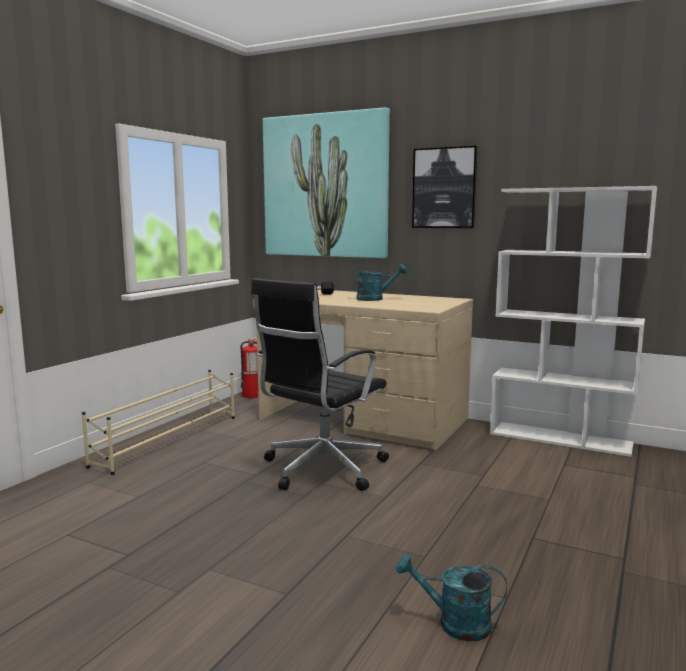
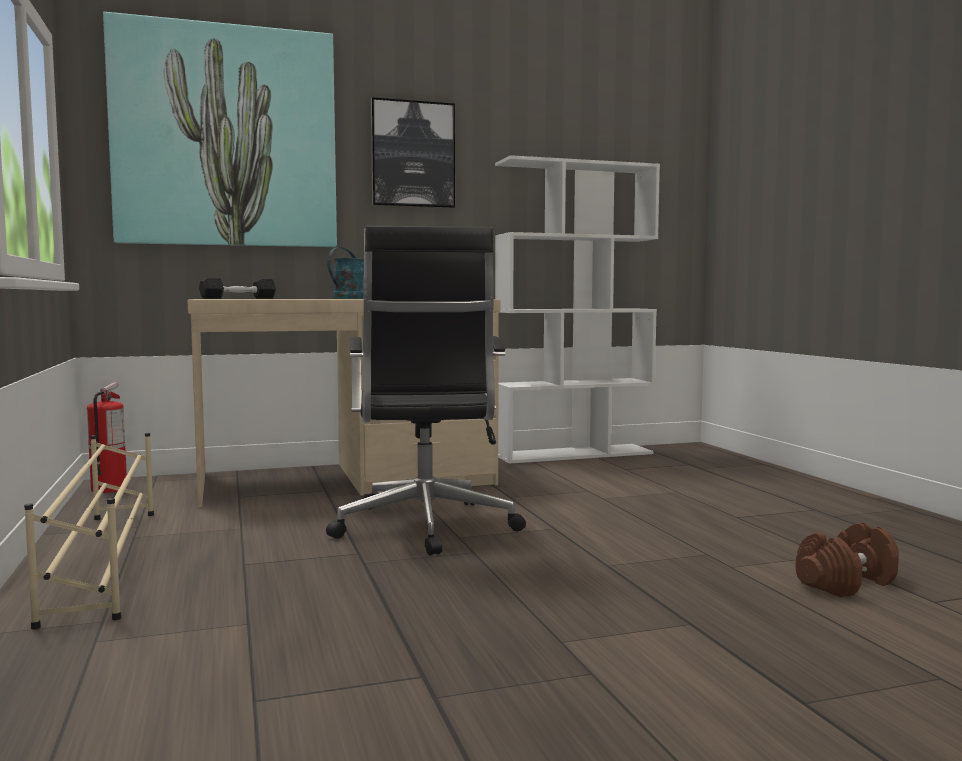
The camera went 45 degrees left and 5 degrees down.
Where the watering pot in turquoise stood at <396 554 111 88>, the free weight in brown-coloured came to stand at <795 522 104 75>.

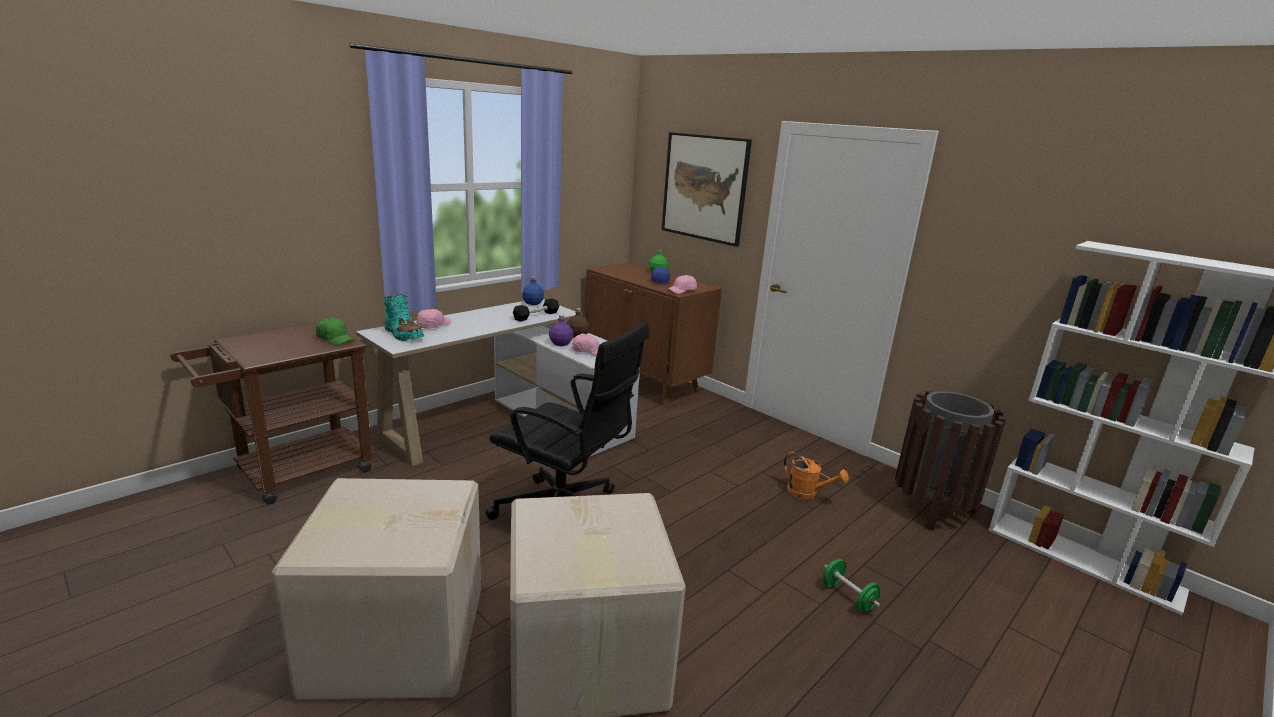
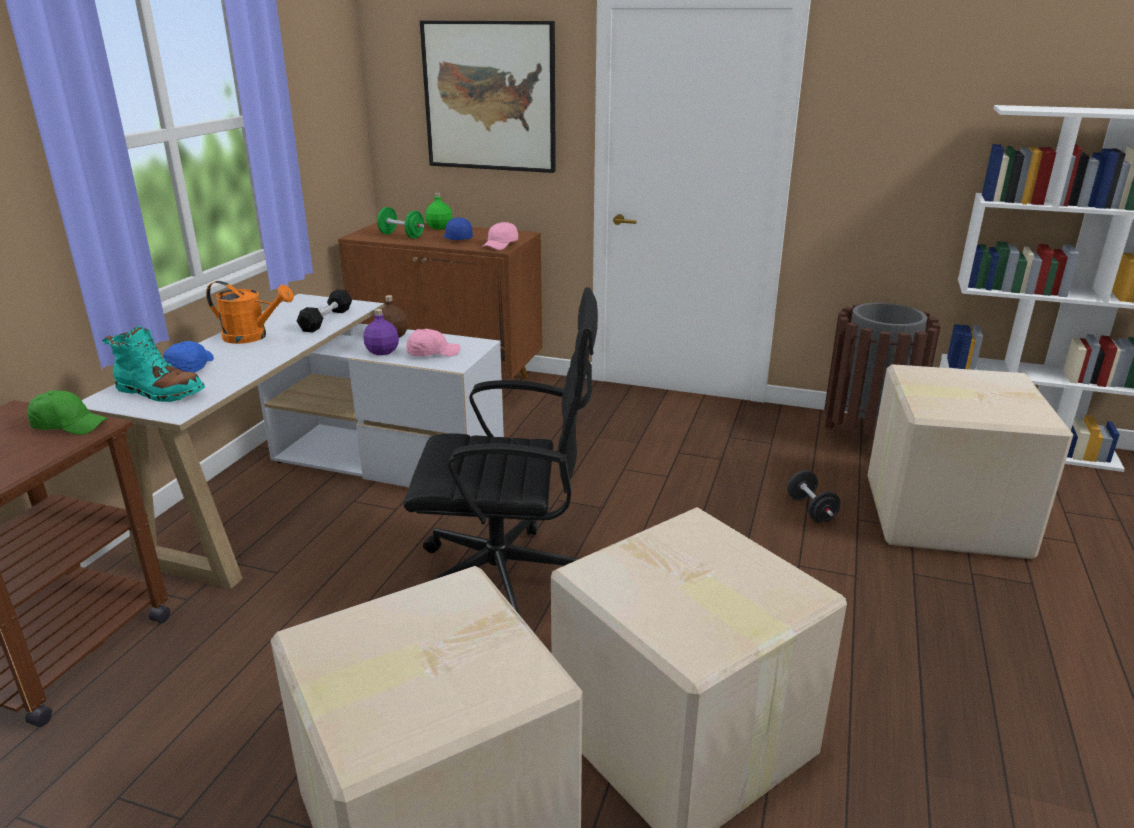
The camera went 25 degrees left and 5 degrees up.
What was the baseball cap in pink-coloured at <416 309 35 20> turned into the baseball cap in blue at <164 341 50 32>.
The second view lost the bottle in blue at <522 276 22 29>.
The watering pot in orangey ended up elsewhere, having gone from <784 451 65 49> to <206 281 88 63>.
The free weight in green ended up elsewhere, having gone from <823 559 57 54> to <377 207 47 32>.
The second view gained the free weight in black-coloured at <787 470 54 53>.
The second view gained the cardboard box at <867 364 207 195>.

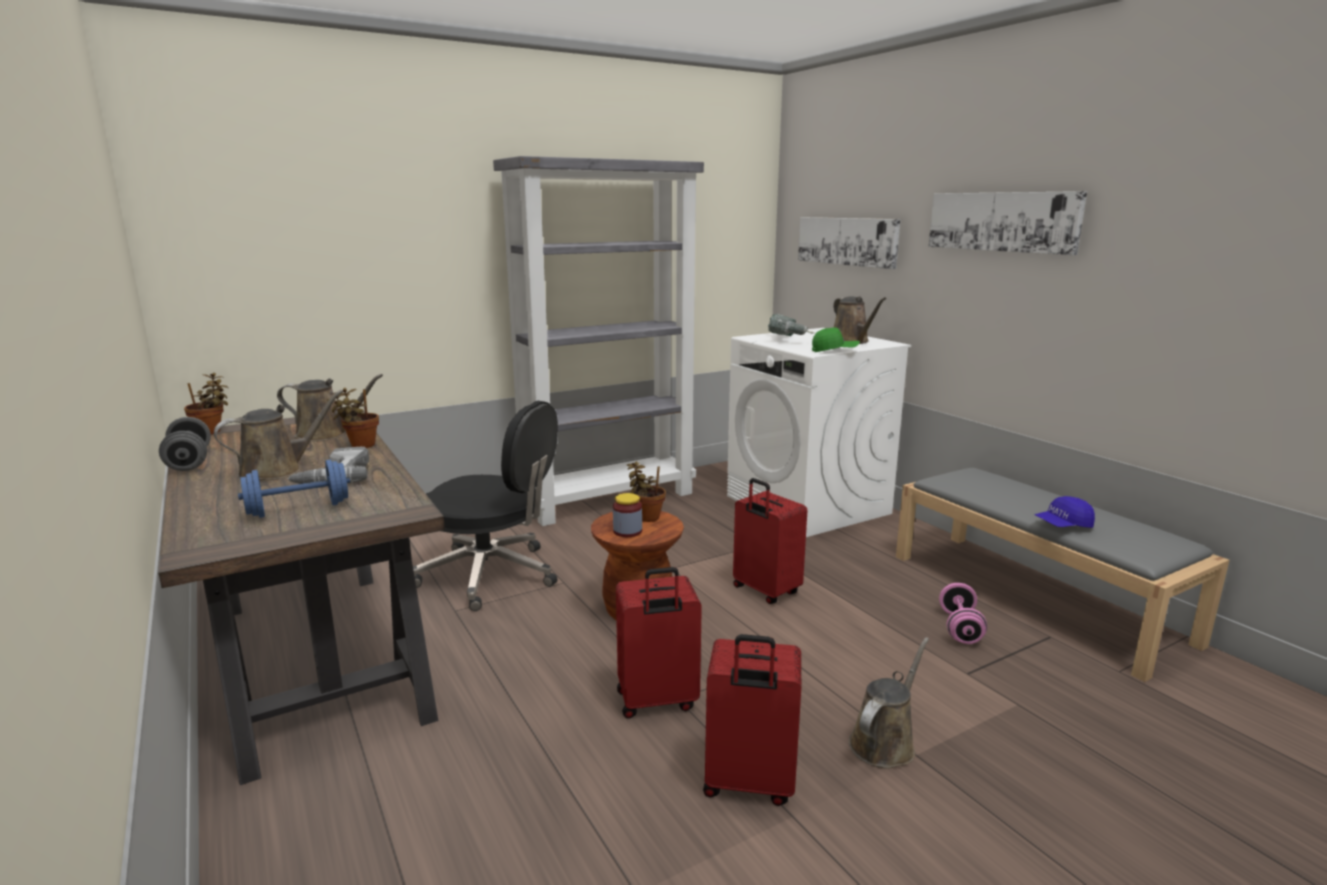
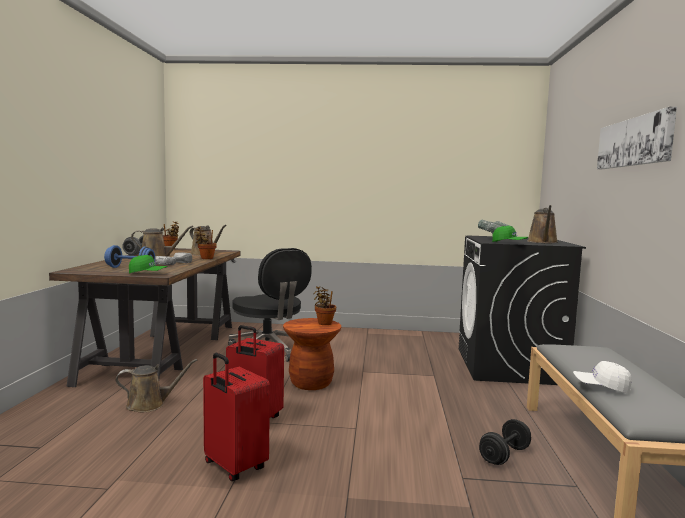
The camera went 35 degrees right and 10 degrees down.
The second view lost the bookcase in gray at <493 156 211 370>.
The second view lost the storage jar at <613 493 29 44>.
What was the laundry machine in white at <727 328 184 209> turned into the laundry machine in black-coloured at <458 235 128 150>.
The second view lost the travel case in red at <733 478 75 126>.
The second view lost the wall art at <798 217 103 52>.
The watering pot in brown-coloured ended up elsewhere, having gone from <849 637 80 132> to <116 359 81 53>.
What was the free weight in pink-coloured at <939 583 48 61> turned into the free weight in black-coloured at <479 419 52 46>.
What was the baseball cap in blue at <1034 496 61 32> turned into the baseball cap in white at <573 361 59 33>.
The second view gained the baseball cap in green at <129 255 39 19>.

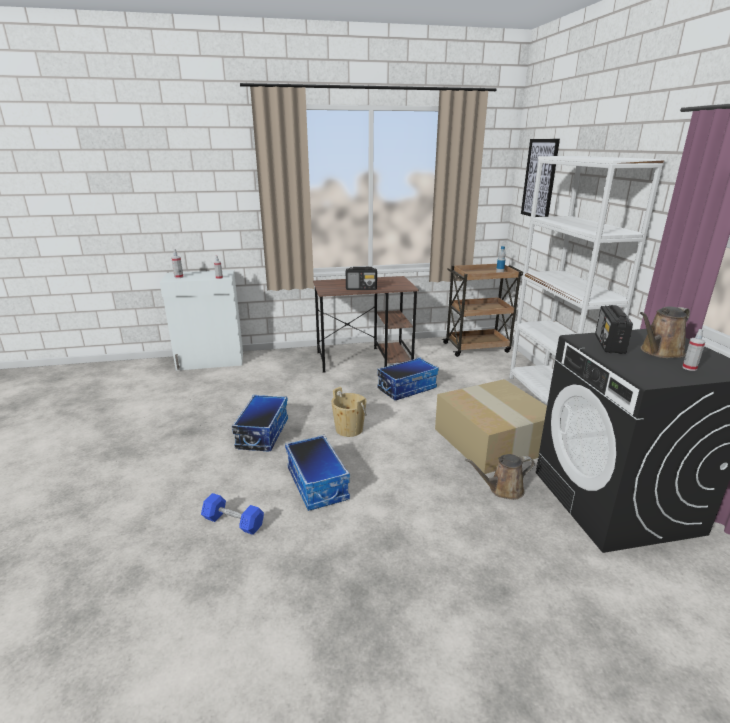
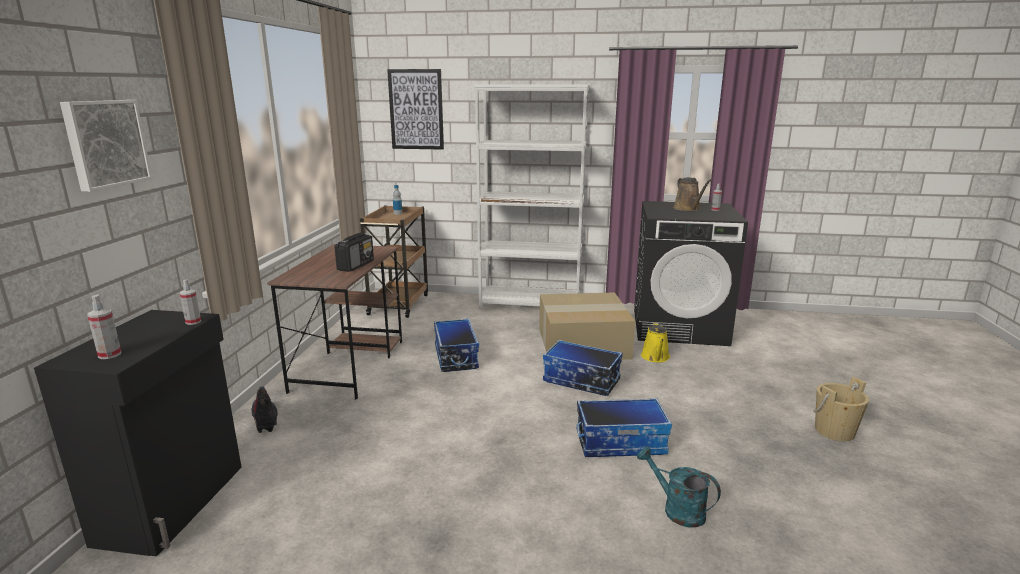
The camera went 70 degrees left and 5 degrees down.
What was the storage cabinet in white at <160 270 83 101> turned into the storage cabinet in black-coloured at <34 310 208 246>.
Where the free weight in blue stood at <201 493 63 42>, the watering pot in turquoise came to stand at <637 446 84 81>.
The storage container ended up elsewhere, having gone from <232 395 56 56> to <543 340 80 56>.
The water bucket in beige-coloured ended up elsewhere, having gone from <331 387 36 50> to <813 377 56 65>.
What was the watering pot in brown-coloured at <465 454 70 46> turned into the watering pot in yellowish at <641 322 29 40>.
The second view lost the radio set at <595 305 38 49>.
The second view gained the wall art at <60 100 92 92>.
The second view gained the boot at <252 386 26 47>.

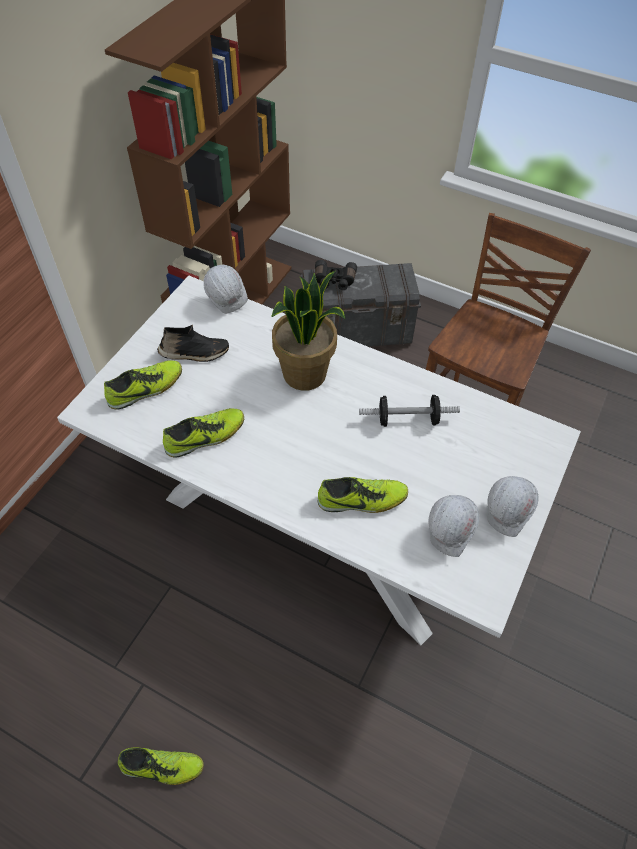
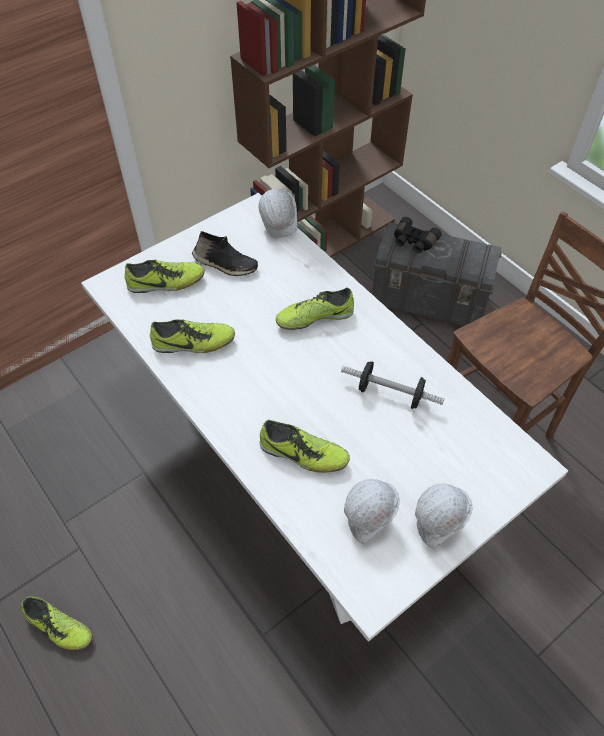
The camera went 25 degrees right and 0 degrees up.
Where the potted plant stood at <271 271 75 120>, the item of footwear came to stand at <276 287 78 43>.

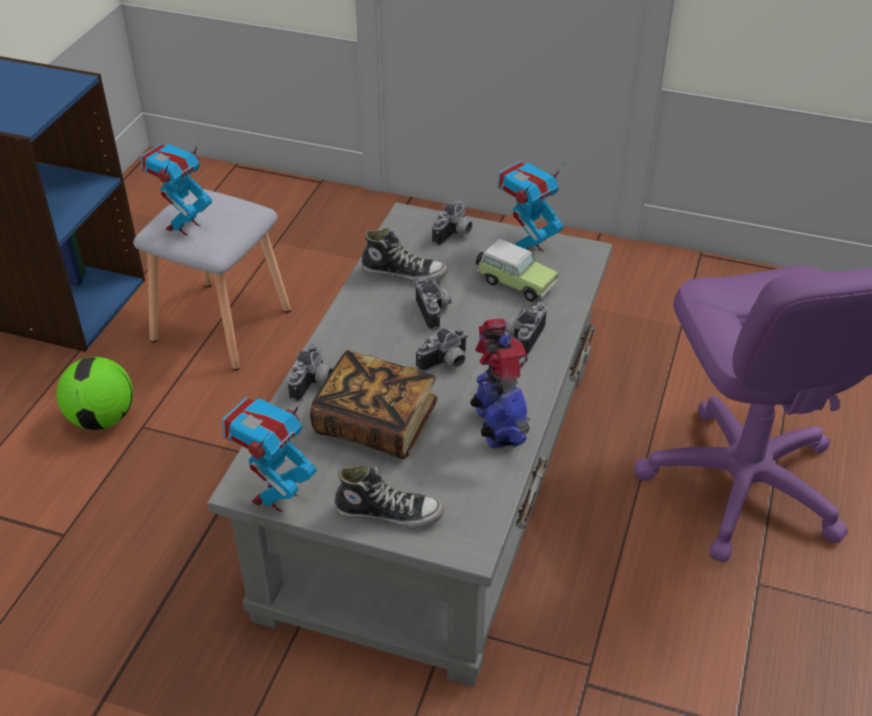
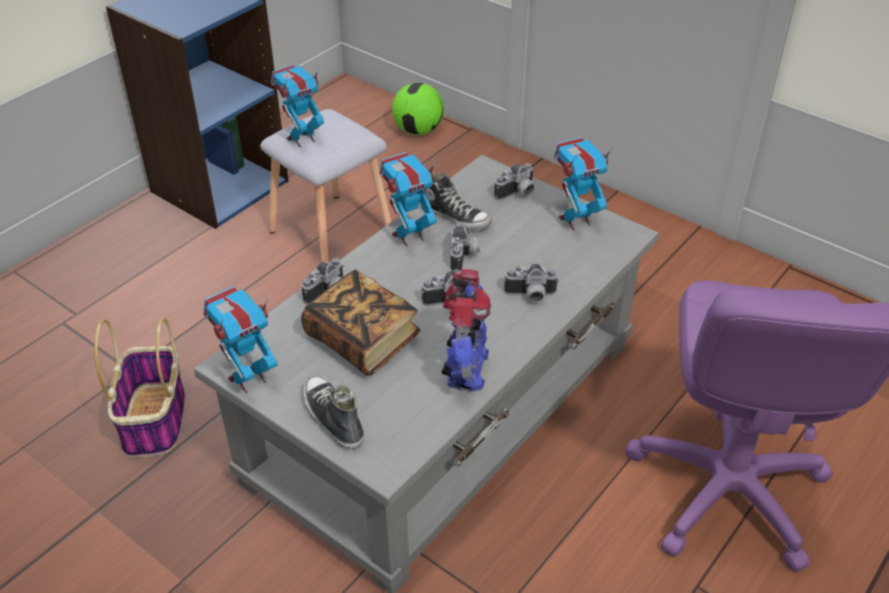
The camera went 20 degrees right and 0 degrees up.
The football ball ended up elsewhere, having gone from <56 357 77 73> to <392 83 52 52>.
The item of footwear at <334 464 110 65> ended up facing another way, 150 degrees counterclockwise from before.
The second view lost the toy car at <476 239 82 63>.
The photo camera at <505 302 42 53> ended up facing another way, 135 degrees counterclockwise from before.
The second view gained the household basket at <94 318 91 140>.
The second view gained the robot figure at <379 152 57 94>.

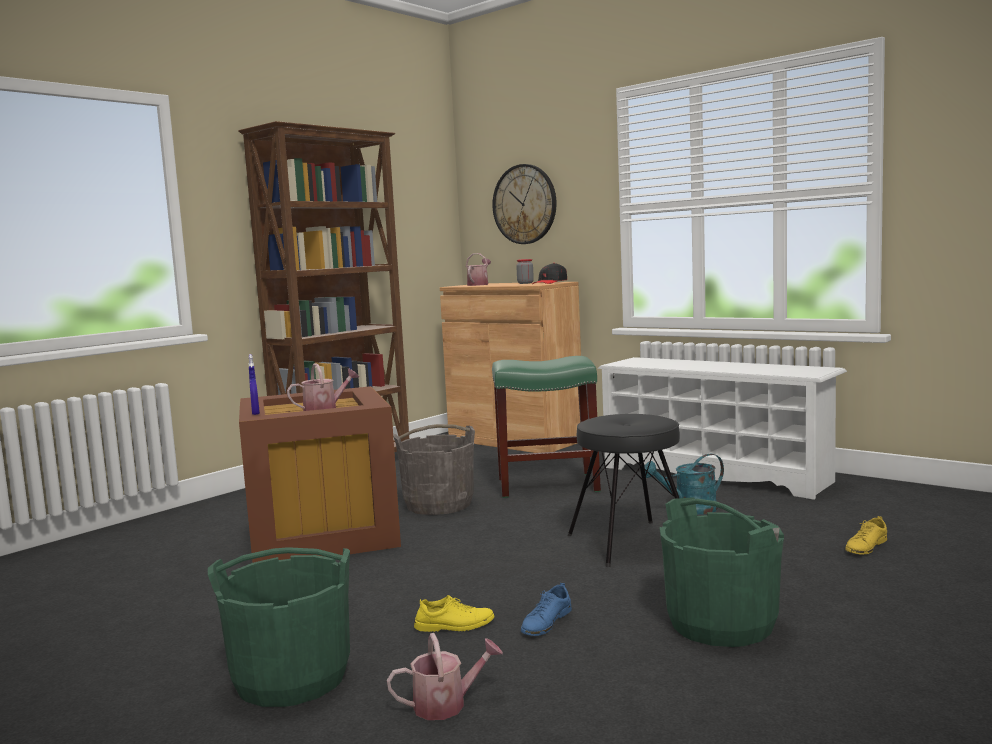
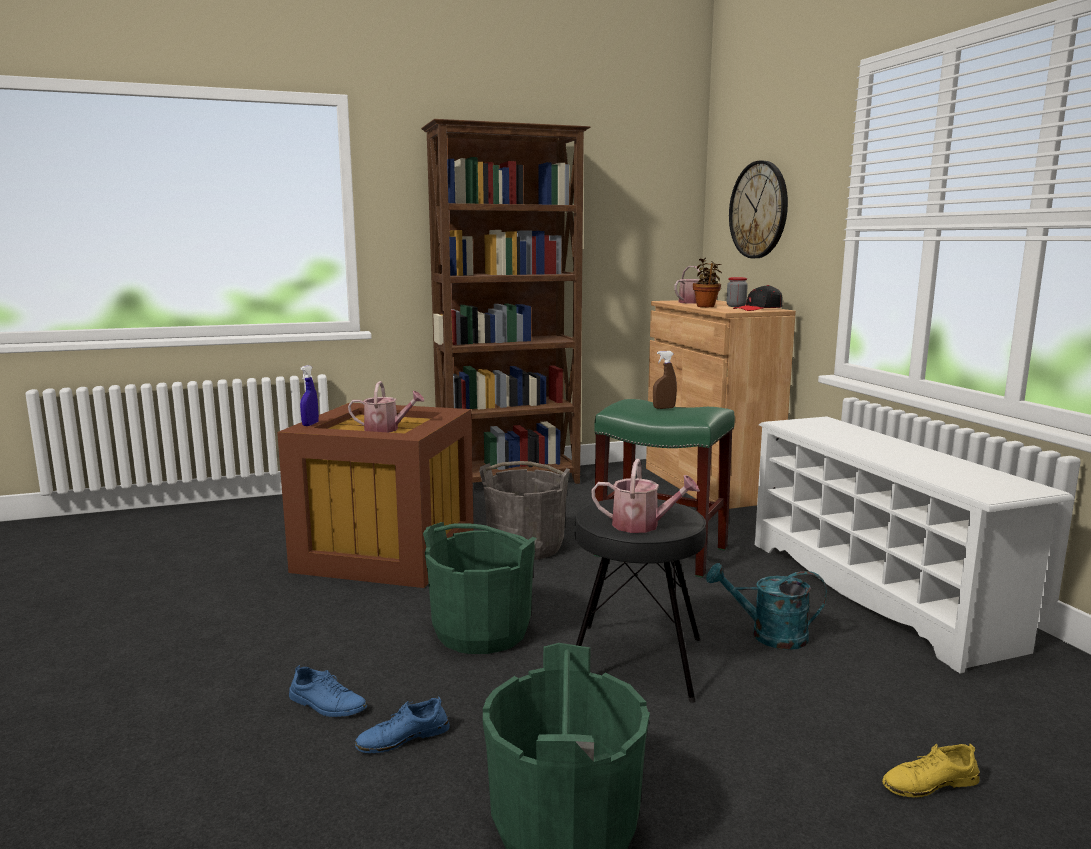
The camera went 30 degrees right and 5 degrees up.
The water bucket in green ended up elsewhere, having gone from <208 547 142 160> to <423 522 114 132>.
The watering pot ended up elsewhere, having gone from <387 633 116 87> to <591 459 109 74>.
What was the item of footwear in yellowish at <414 595 80 37> turned into the item of footwear in blue at <289 665 78 52>.
The second view gained the hand sprayer in brown-coloured at <653 351 24 58>.
The second view gained the potted plant at <693 258 29 49>.

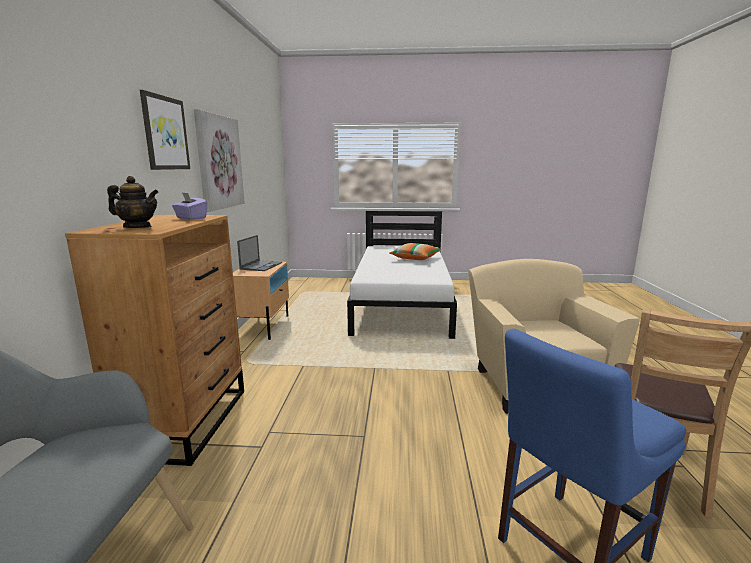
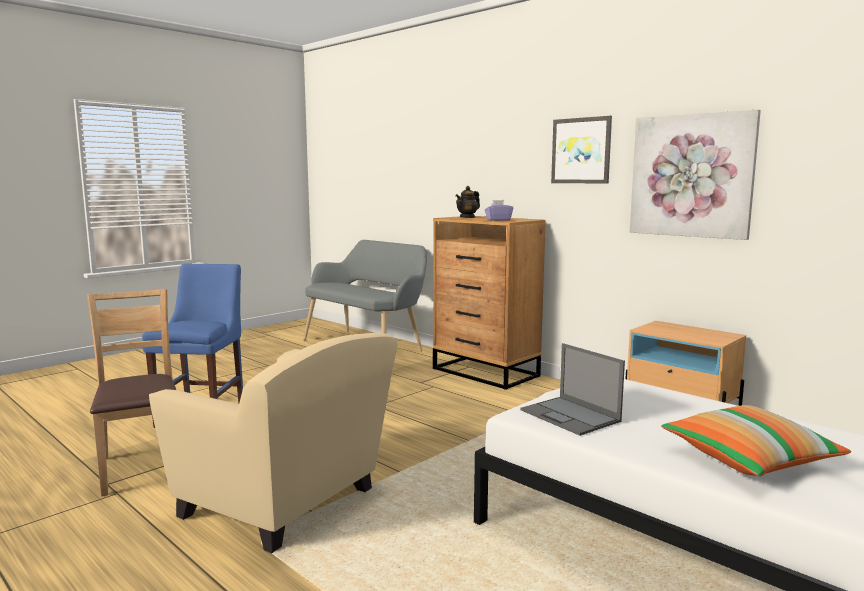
The camera went 130 degrees right and 5 degrees down.
The portable computer ended up elsewhere, having gone from <237 235 45 36> to <521 343 104 93>.

